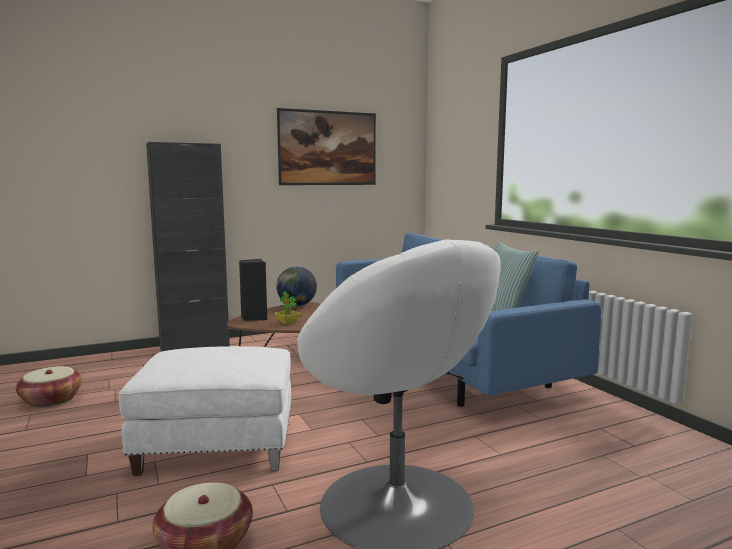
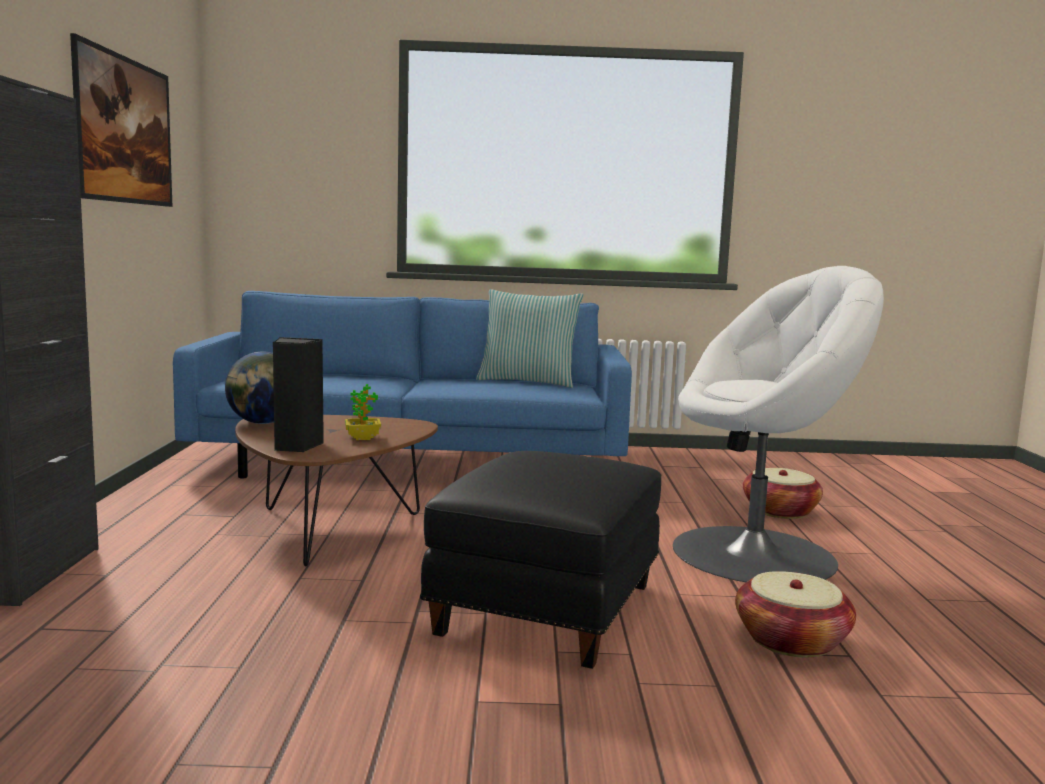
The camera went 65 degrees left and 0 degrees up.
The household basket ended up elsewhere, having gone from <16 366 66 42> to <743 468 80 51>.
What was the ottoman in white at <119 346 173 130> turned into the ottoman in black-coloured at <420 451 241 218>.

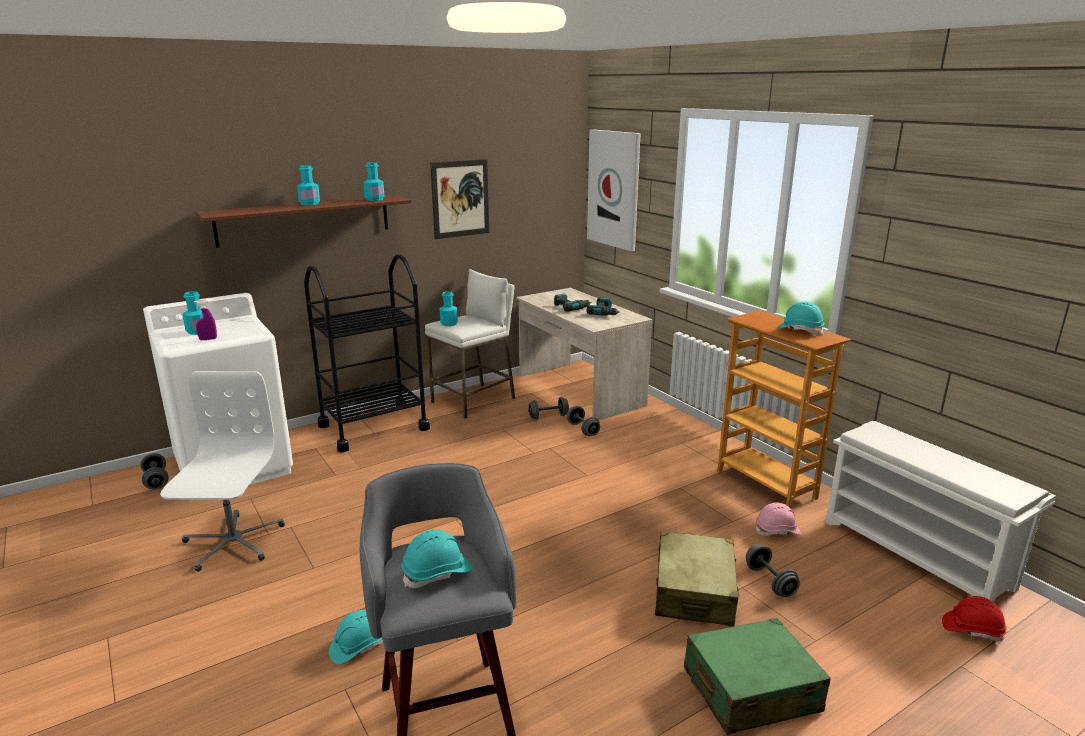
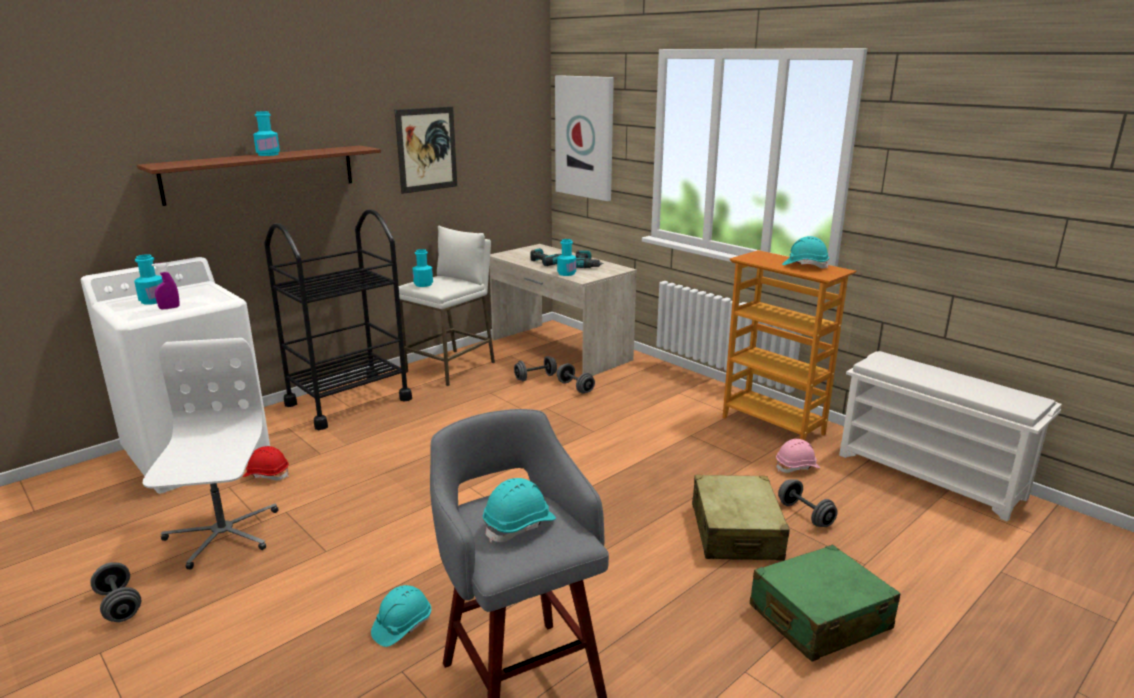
The camera went 10 degrees left and 0 degrees up.
The free weight in gray ended up elsewhere, having gone from <140 453 29 36> to <90 562 51 60>.
The bottle in turquoise ended up elsewhere, having gone from <363 162 22 39> to <557 239 19 37>.
The safety helmet in red ended up elsewhere, having gone from <942 596 65 46> to <243 446 46 35>.

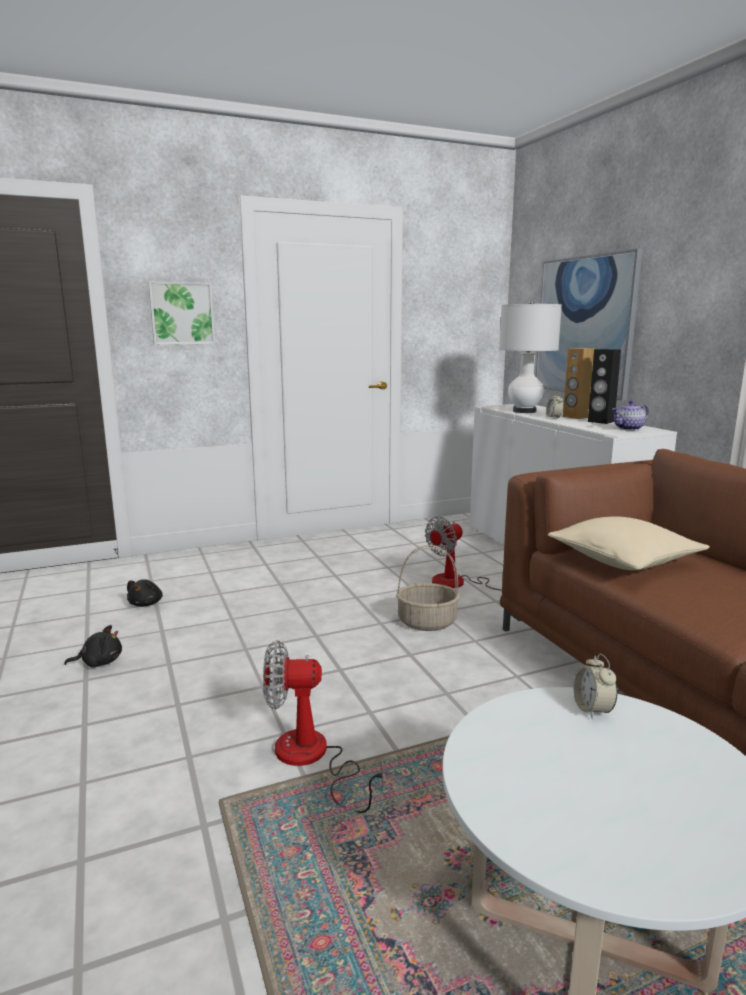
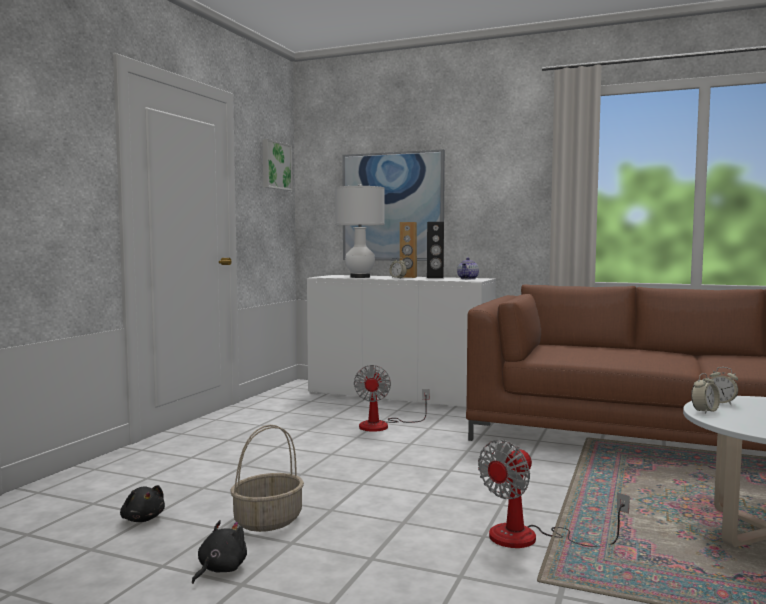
The camera went 45 degrees left and 10 degrees down.
The wall art ended up elsewhere, having gone from <148 281 67 64> to <263 139 29 52>.
The household basket ended up elsewhere, having gone from <396 545 64 86> to <230 425 74 107>.
The second view lost the throw pillow in beige-coloured at <548 516 162 54>.
The second view gained the alarm clock at <691 373 29 41>.

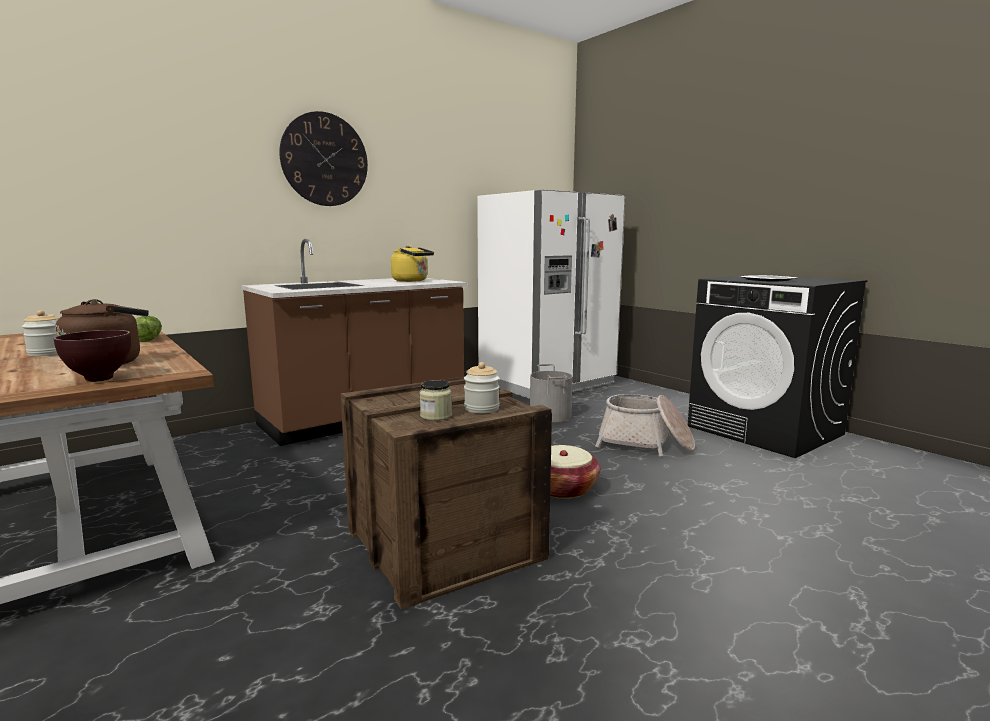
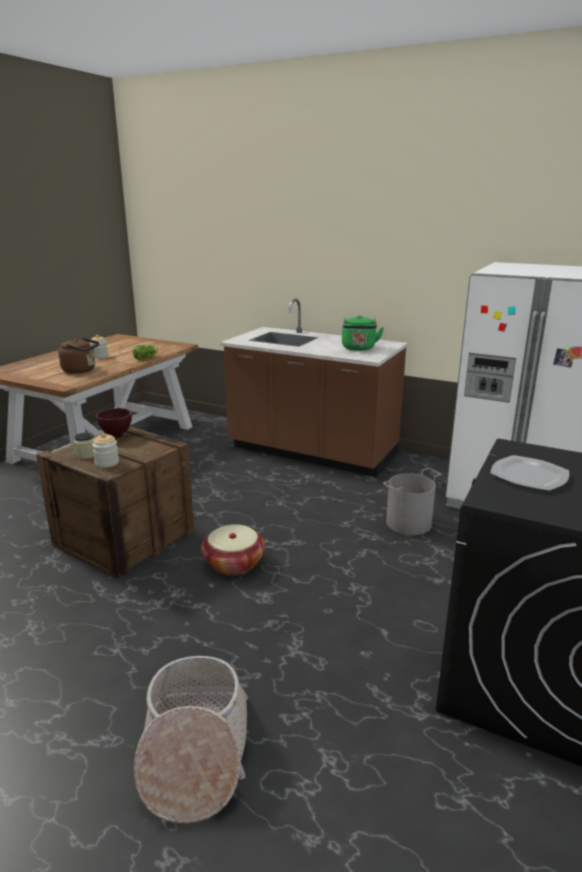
The camera went 65 degrees right and 10 degrees up.
The serving bowl in brown-coloured ended up elsewhere, having gone from <54 330 77 52> to <96 408 36 31>.
The second view lost the clock on the wall at <279 111 89 95>.
What was the kettle in yellowish at <391 245 43 37> turned into the kettle in green at <342 315 42 36>.
The household basket ended up elsewhere, having gone from <595 394 100 62> to <134 656 114 168>.

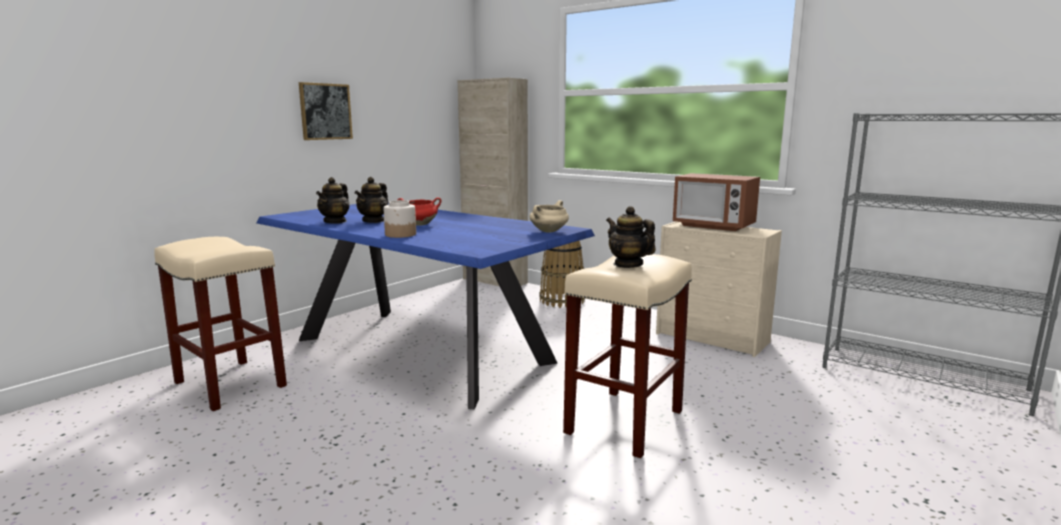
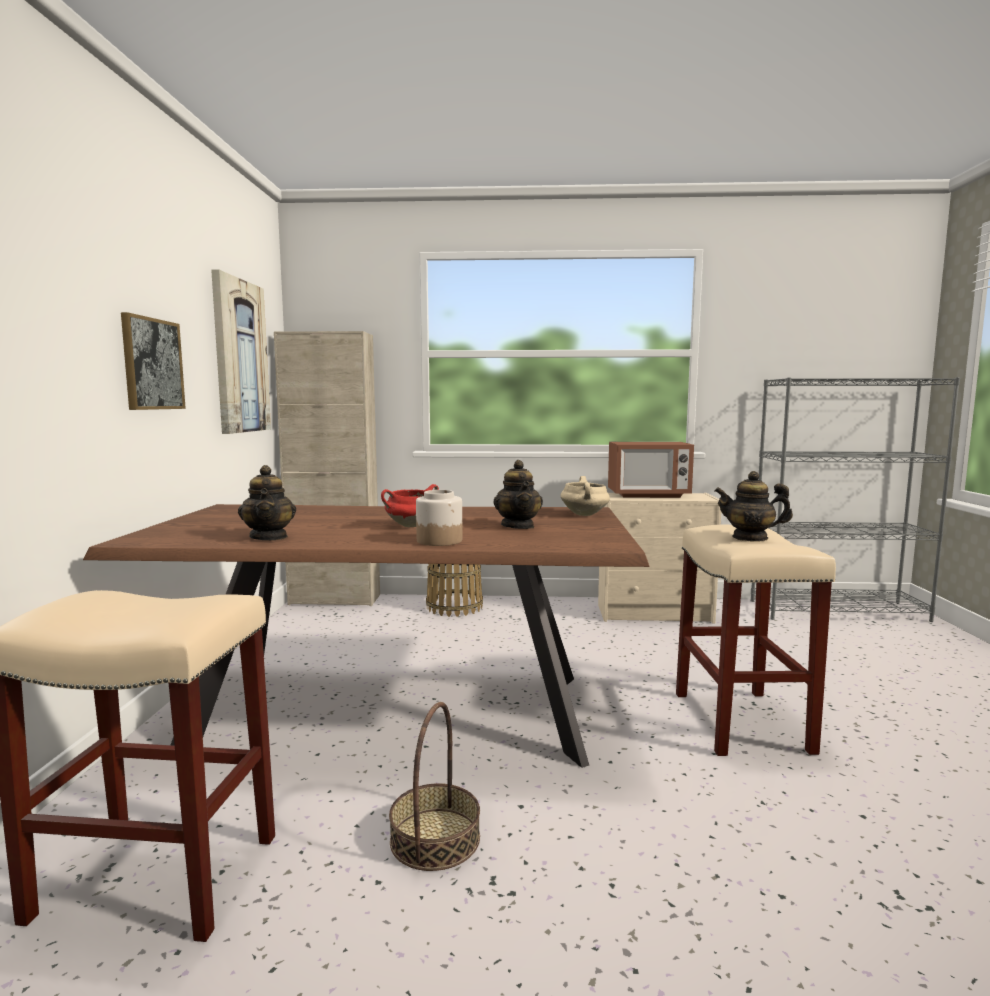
The camera went 35 degrees left and 5 degrees down.
What was the kitchen table in blue at <257 203 338 206> turned into the kitchen table in brown-coloured at <83 504 566 264>.
The tea pot ended up elsewhere, having gone from <355 177 33 46> to <493 460 50 69>.
The second view gained the wall art at <211 269 60 165>.
The second view gained the household basket at <389 702 91 169>.

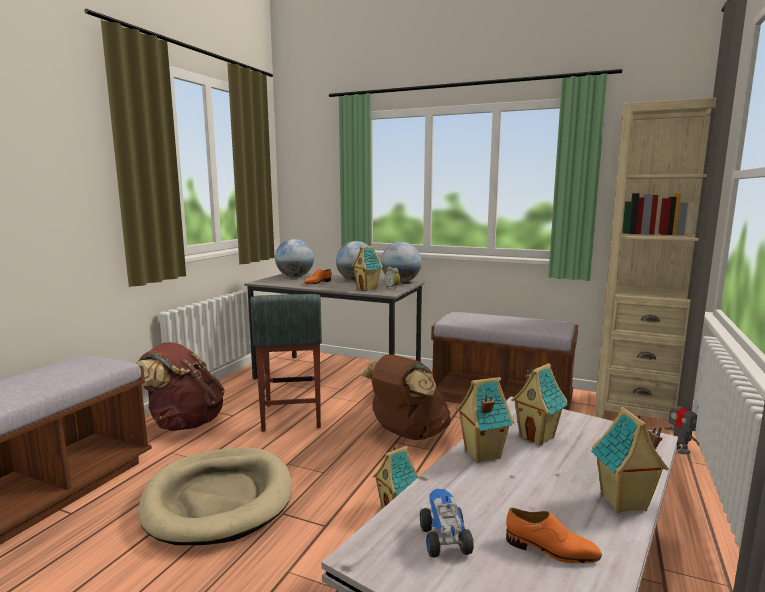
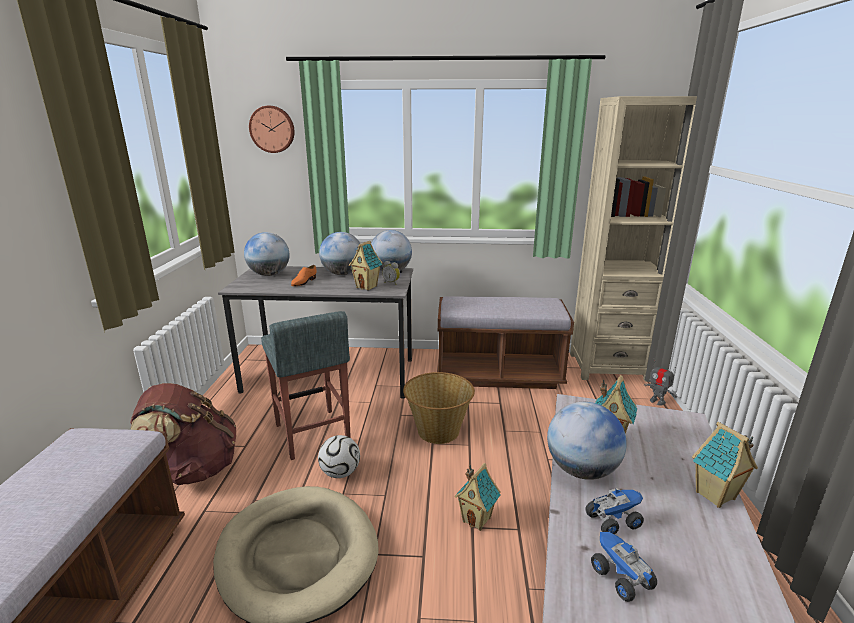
The camera went 20 degrees left and 10 degrees up.
Where the knapsack in brown-coloured stood at <361 355 90 85>, the household basket came to stand at <403 372 72 72>.
Where the miniature house stood at <456 377 58 86>, the desk globe came to stand at <547 402 80 78>.
The second view lost the item of footwear in orangey at <506 508 96 55>.
The second view gained the clock on the wall at <249 106 46 47>.
The second view gained the football ball at <318 435 42 43>.
The second view gained the model truck at <585 488 59 46>.

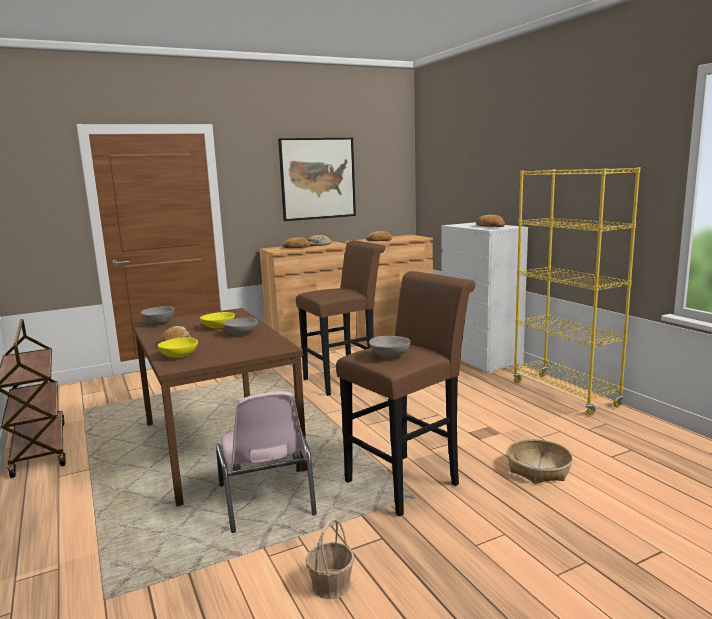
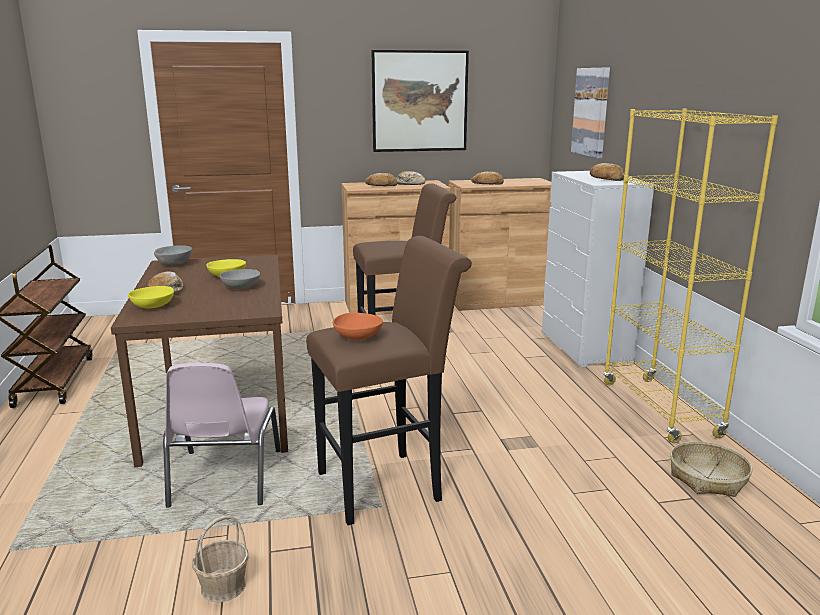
The camera went 15 degrees right and 5 degrees up.
What was the serving bowl in gray at <369 336 42 21> turned into the serving bowl in orangey at <333 313 50 27>.
The household basket ended up elsewhere, having gone from <507 439 66 45> to <670 441 82 56>.
The second view gained the wall art at <571 68 39 91>.

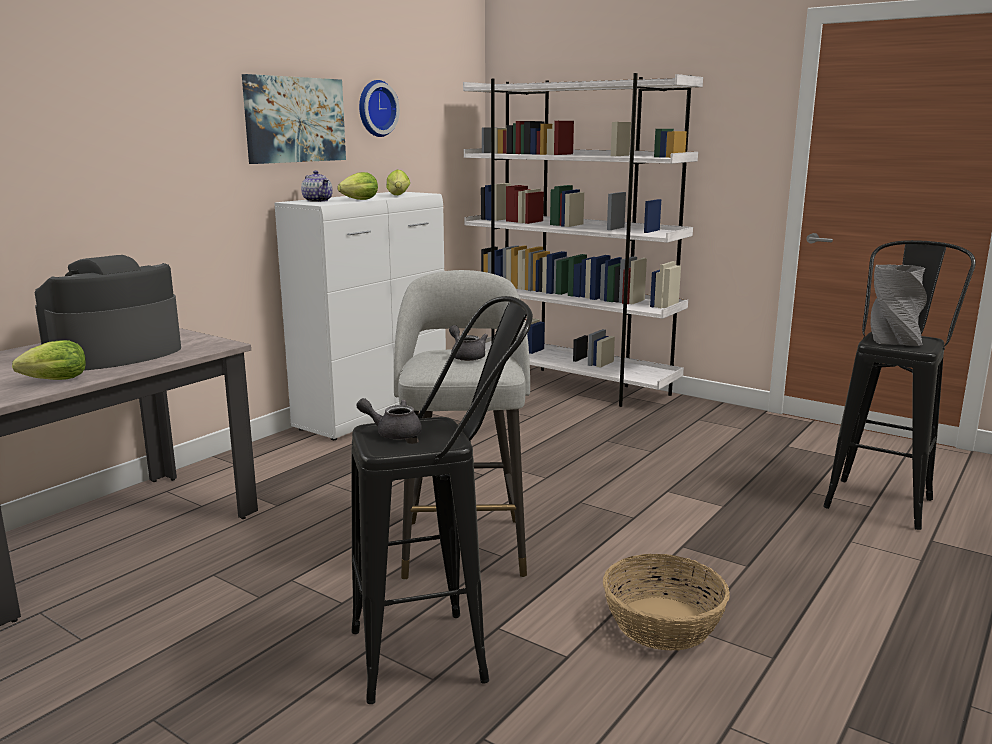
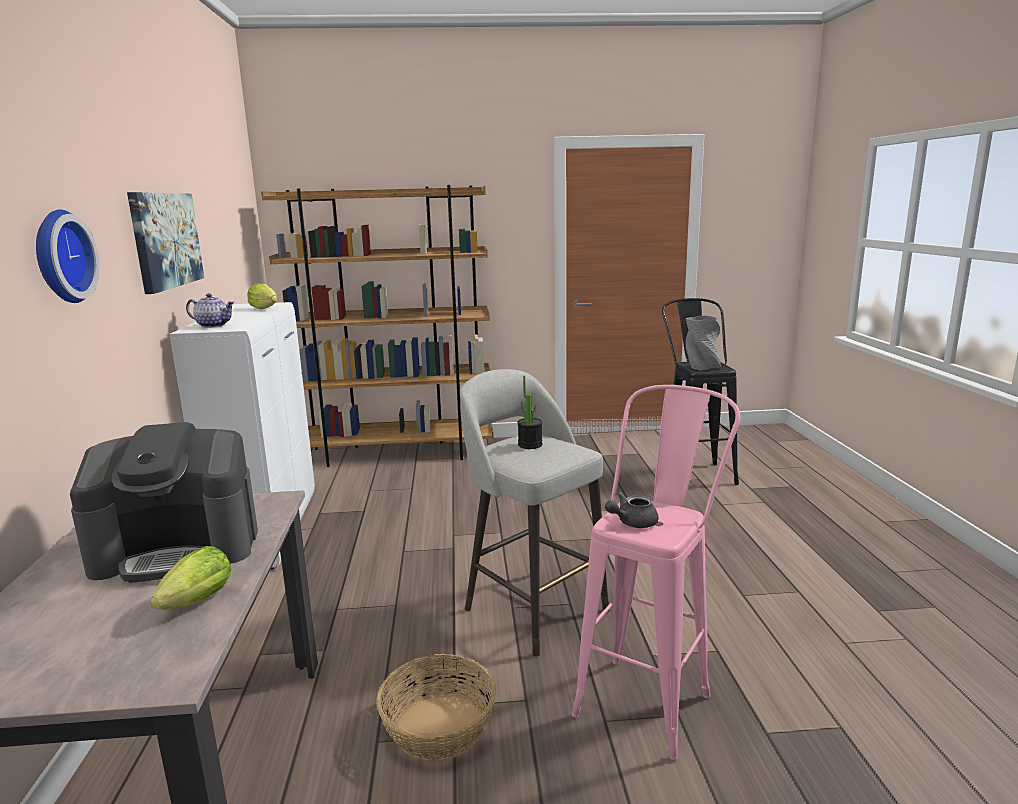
The camera went 40 degrees left and 0 degrees up.
The coffee machine at <35 255 146 116> ended up facing another way, 105 degrees counterclockwise from before.
The second view lost the lettuce at <337 172 41 28>.
What was the sitting stool in black-coloured at <351 296 182 408> turned into the sitting stool in pink-coloured at <572 385 168 375>.
The clock on the wall ended up elsewhere, having gone from <359 80 41 57> to <36 209 64 94>.
Where the tea pot in gray stood at <449 325 39 36>, the potted plant came to stand at <517 376 26 73>.
What was the bookcase in white at <463 73 240 334> turned into the bookcase in brown-coloured at <261 185 233 282>.
The household basket ended up elsewhere, having gone from <603 554 127 96> to <376 654 120 107>.

